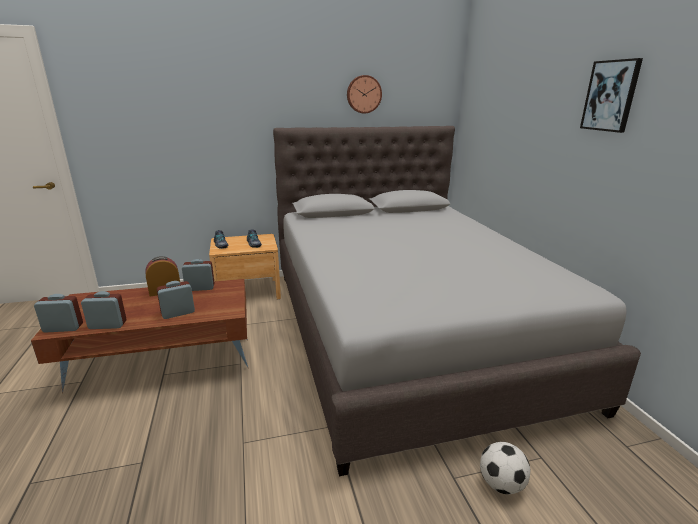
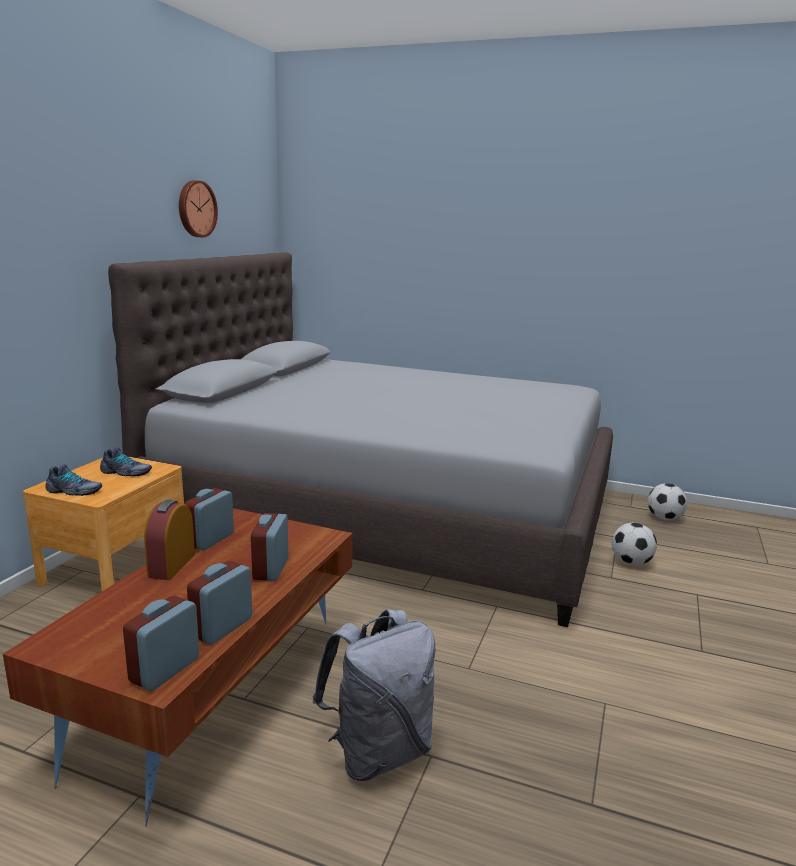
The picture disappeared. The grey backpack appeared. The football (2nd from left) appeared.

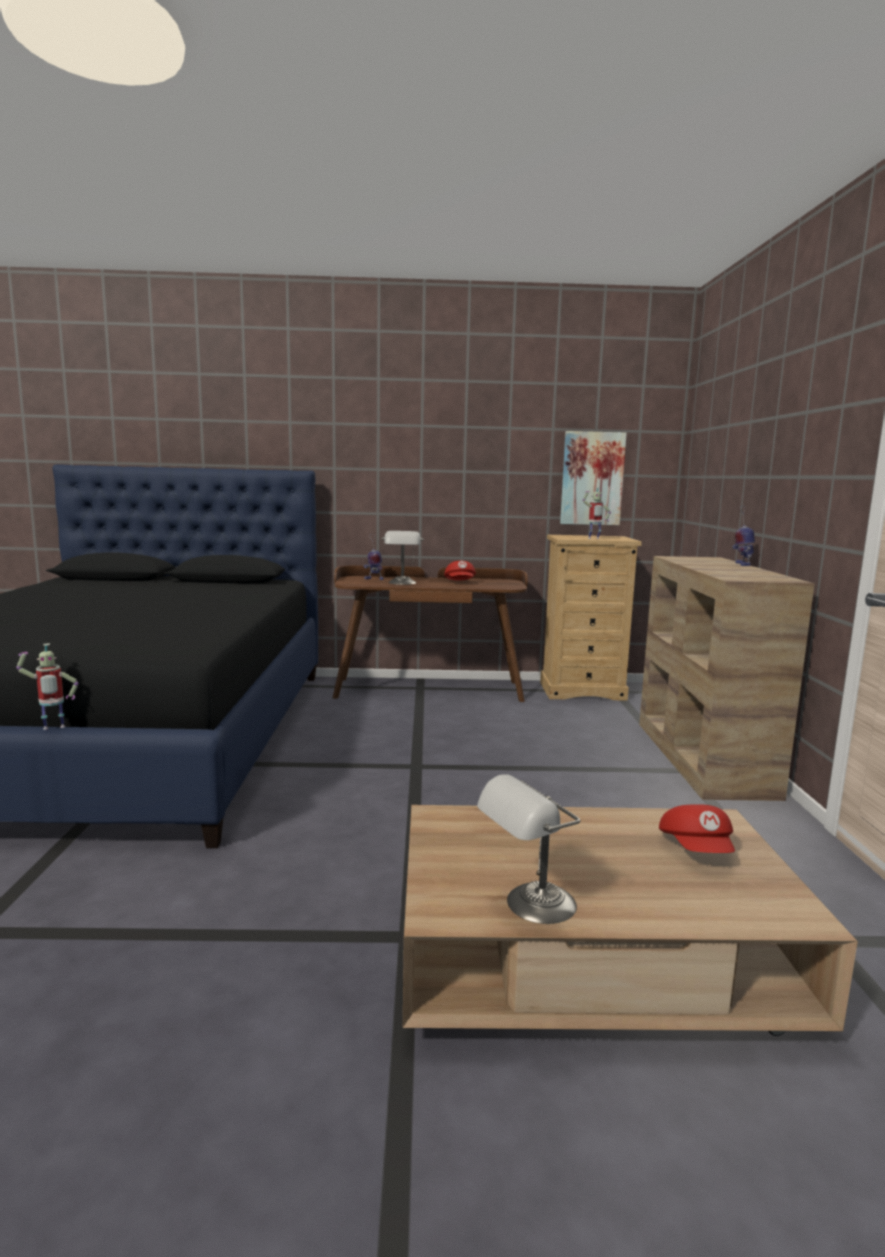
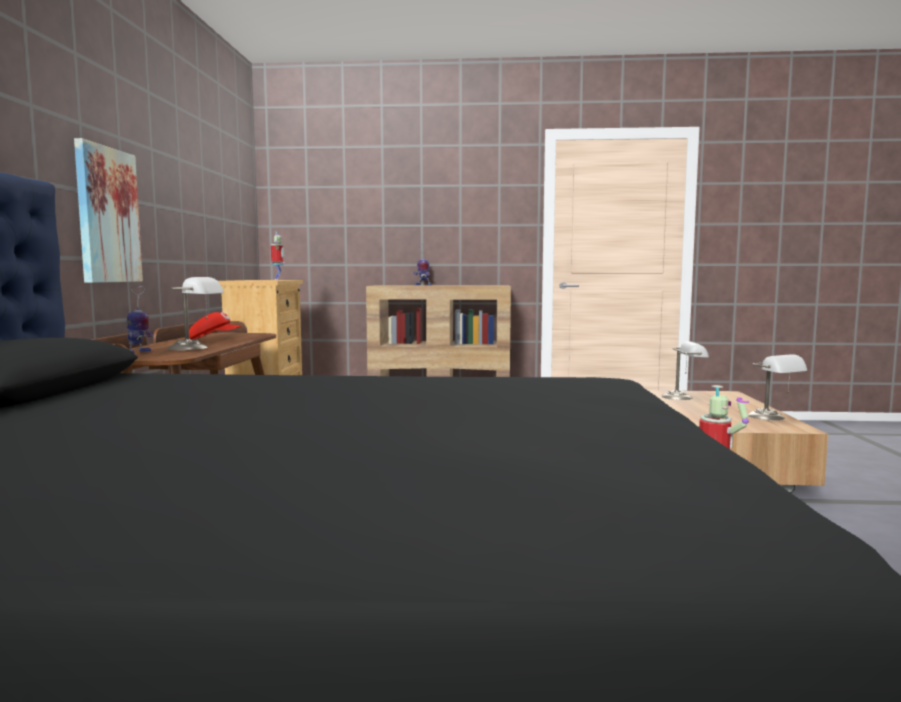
The picture moved. The red cap (2nd from left) was replaced by the white table lamp (2nd from left).

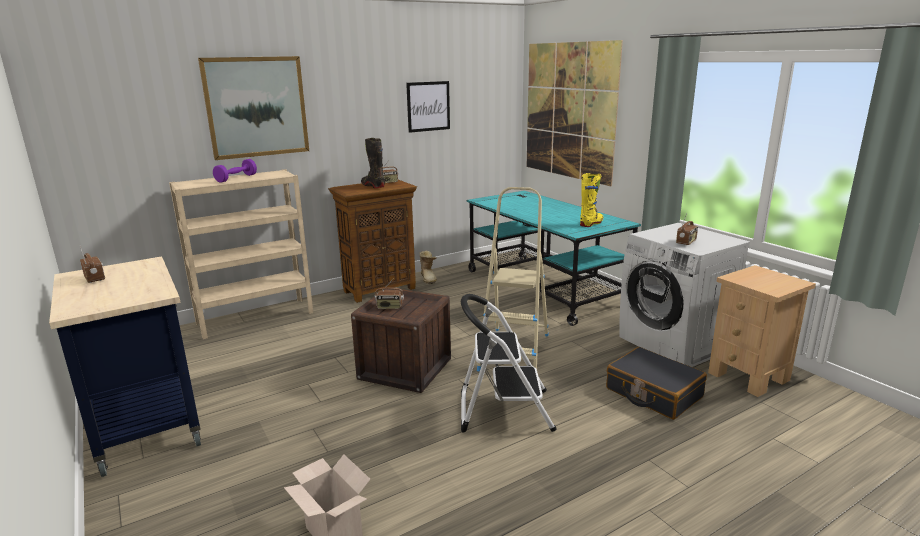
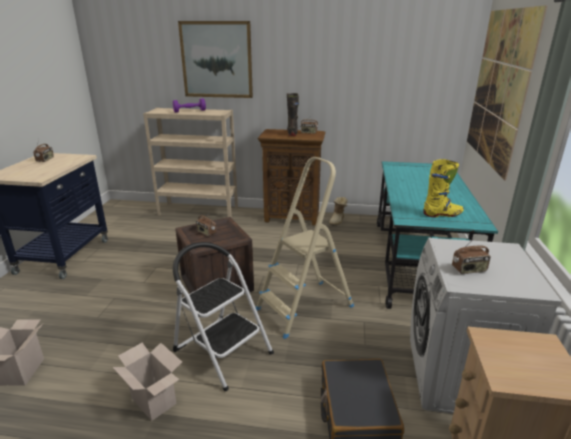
The picture (2nd from left) disappeared. The cardboard box (2nd from left) appeared.

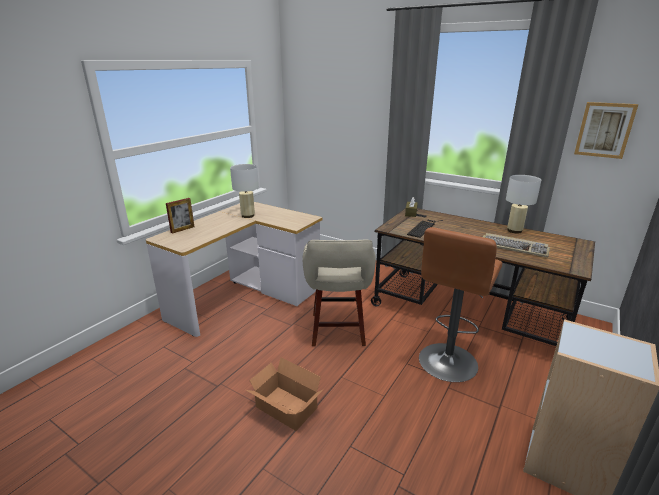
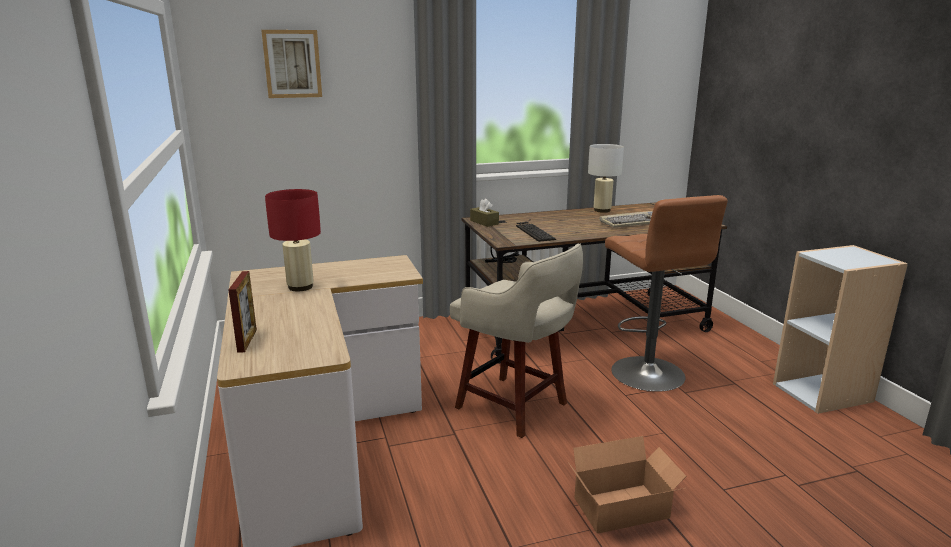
The white table lamp (1st from left) became the red table lamp. The picture moved.

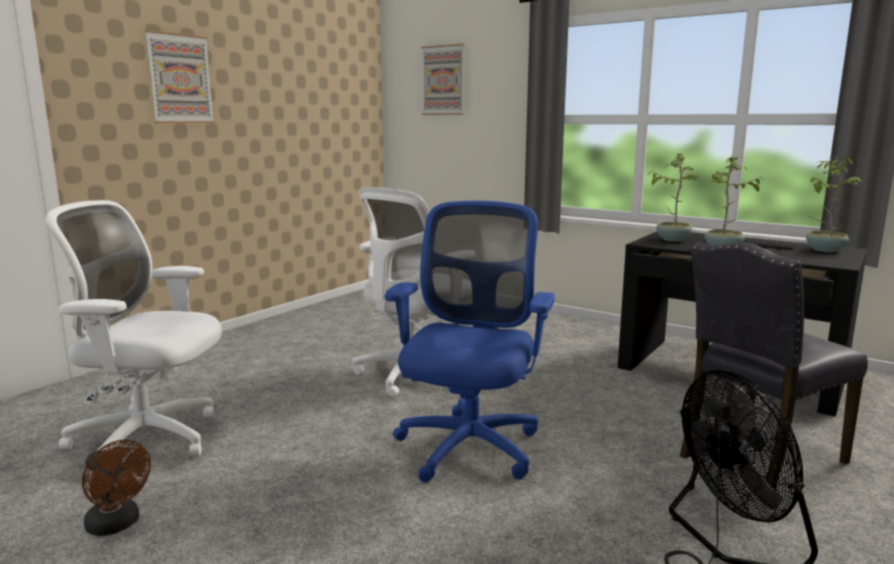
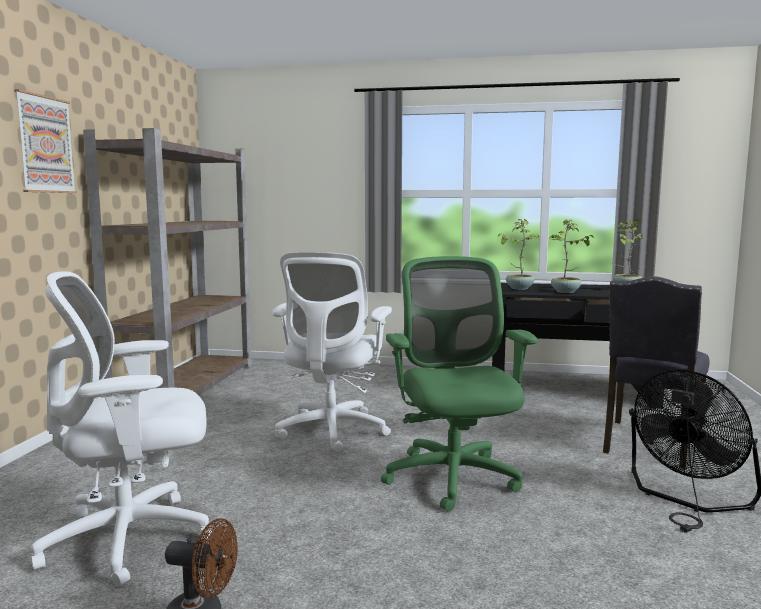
The blue office chair became the green office chair. The picture (2nd from left) disappeared. The brown bookcase appeared.

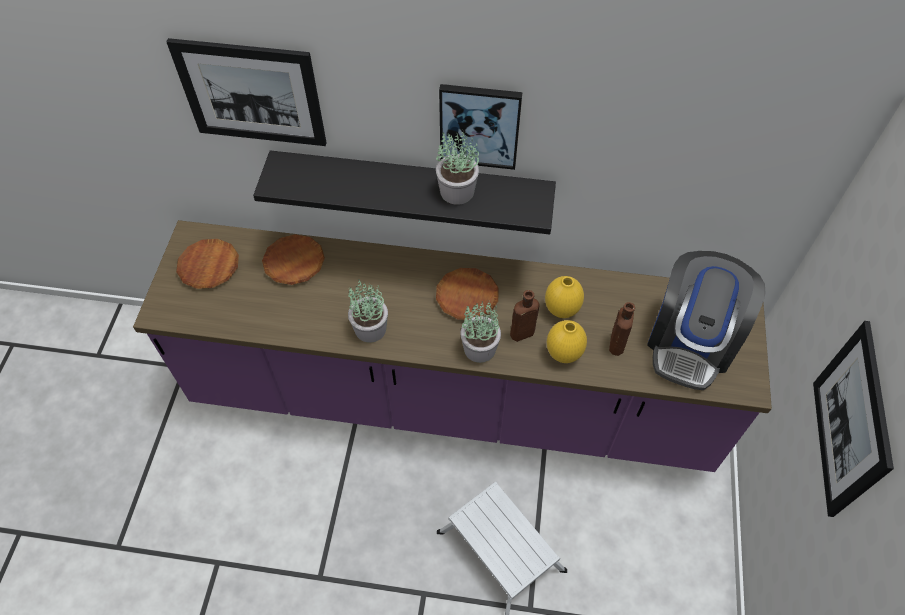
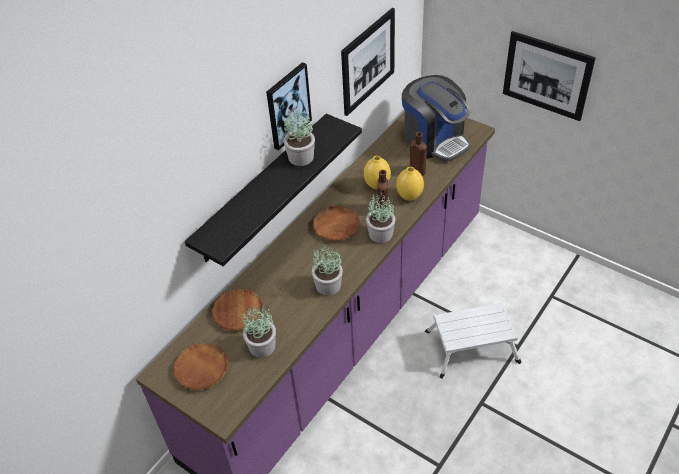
The picture (1st from left in the first image) moved. The potted plant (1st from left) appeared.

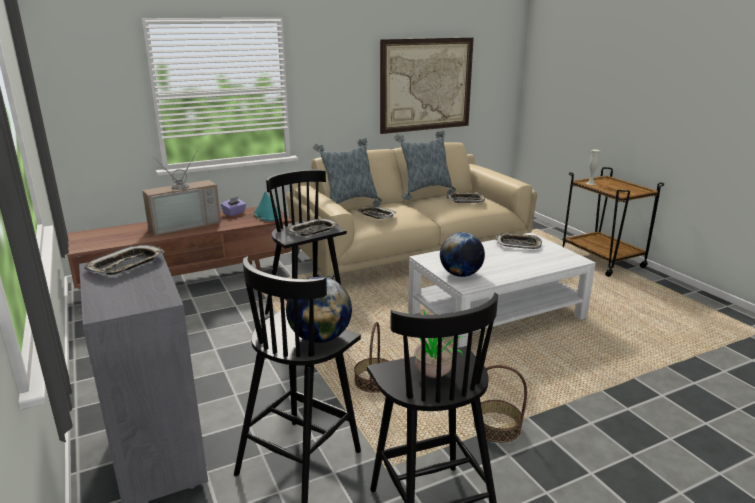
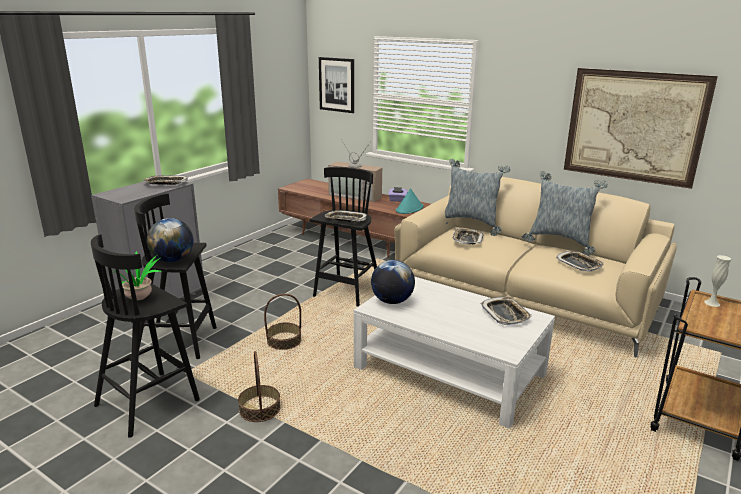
The picture (1st from left) appeared.

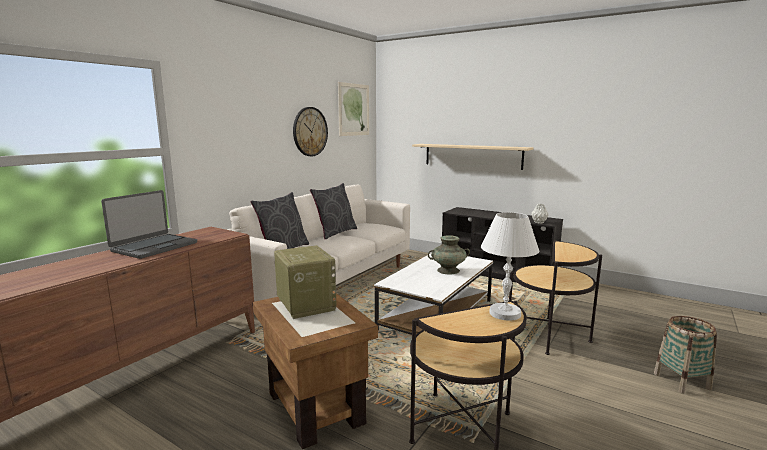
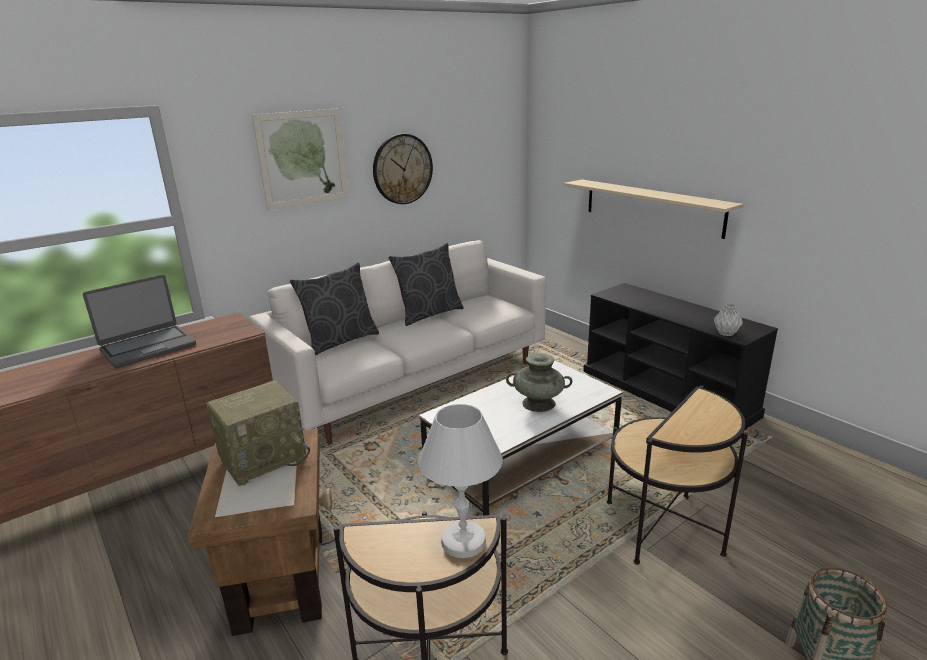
The radio turned 60 degrees clockwise. The picture moved.

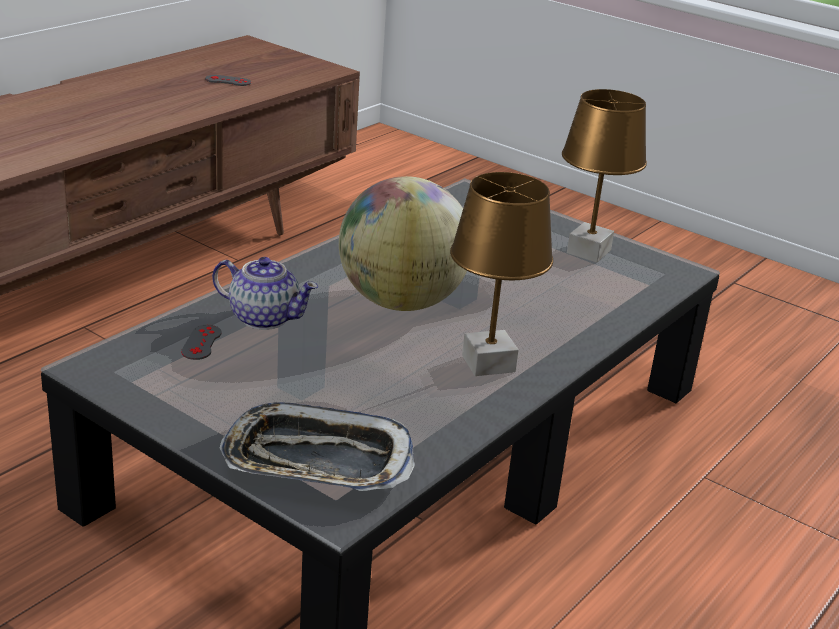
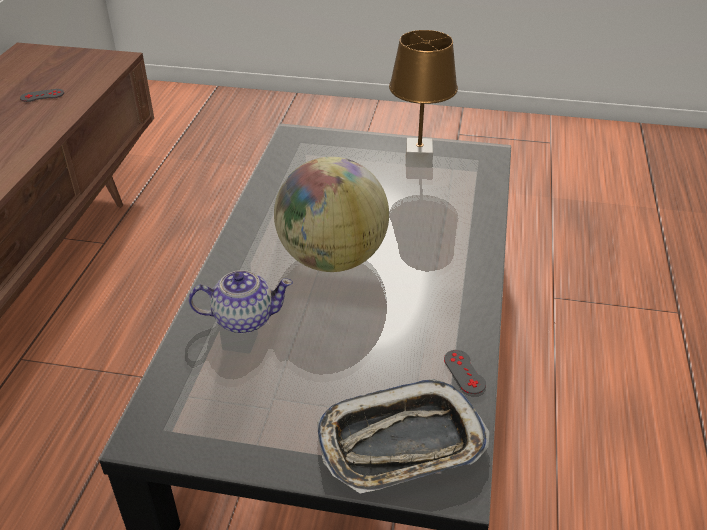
The grey game controller (1st from left in the first image) moved. The brown table lamp (1st from left) disappeared.

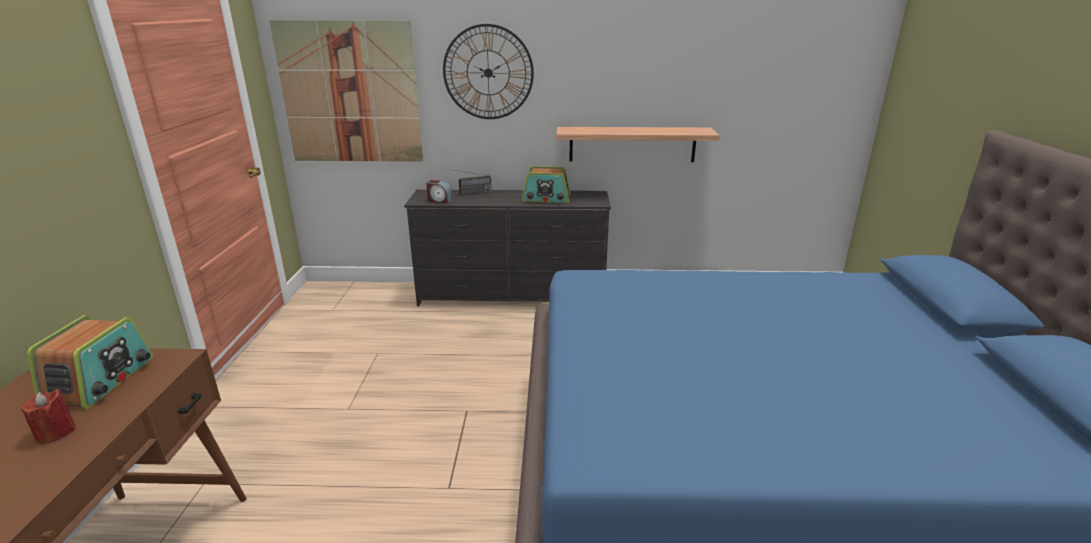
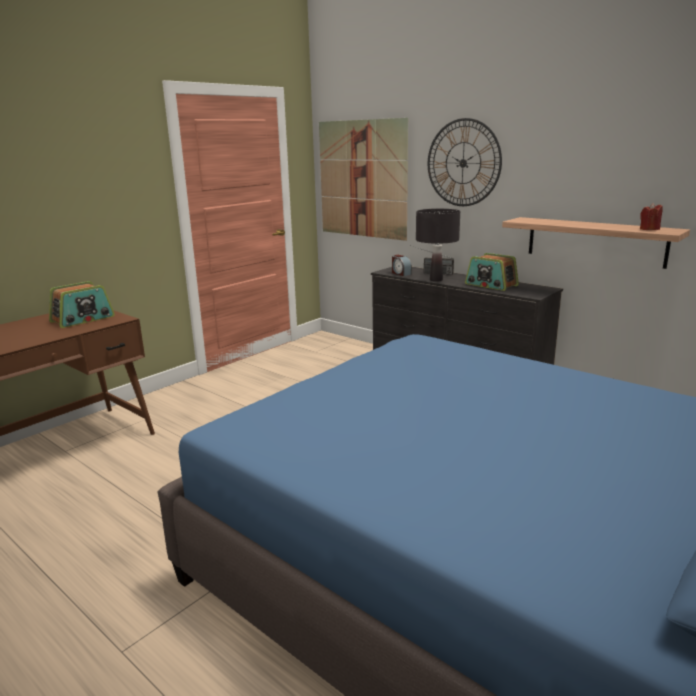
The red candle moved. The black table lamp appeared.

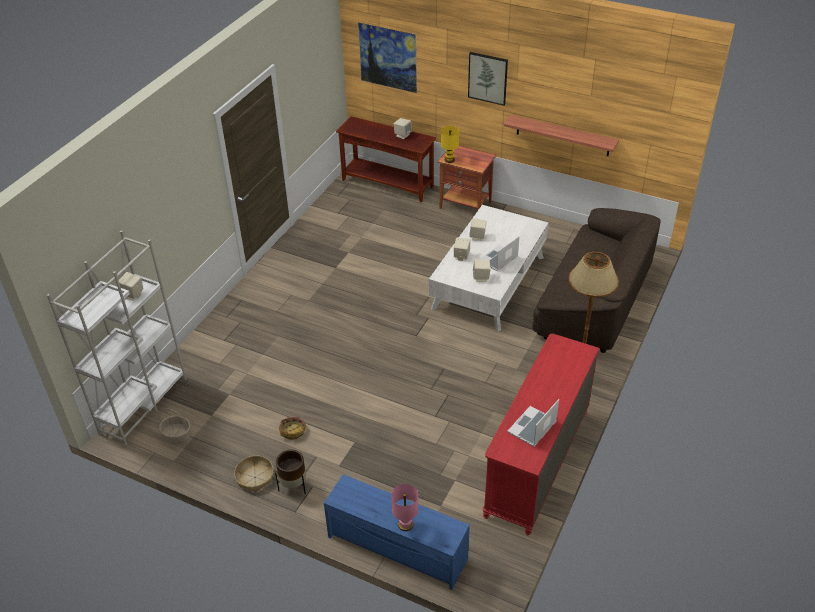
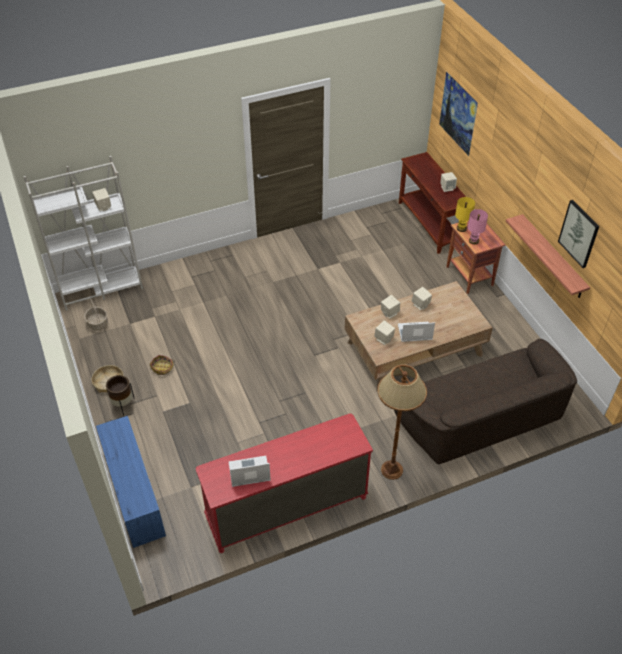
The pink table lamp moved. The white coffee table became the brown coffee table. The picture (2nd from left) moved.

